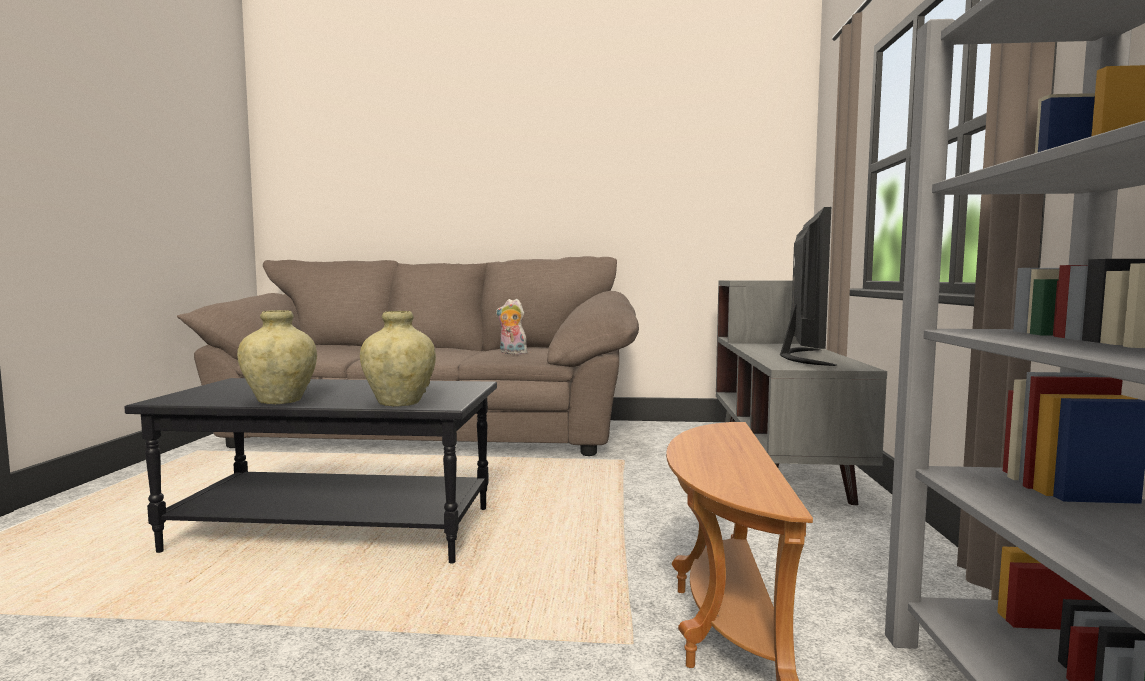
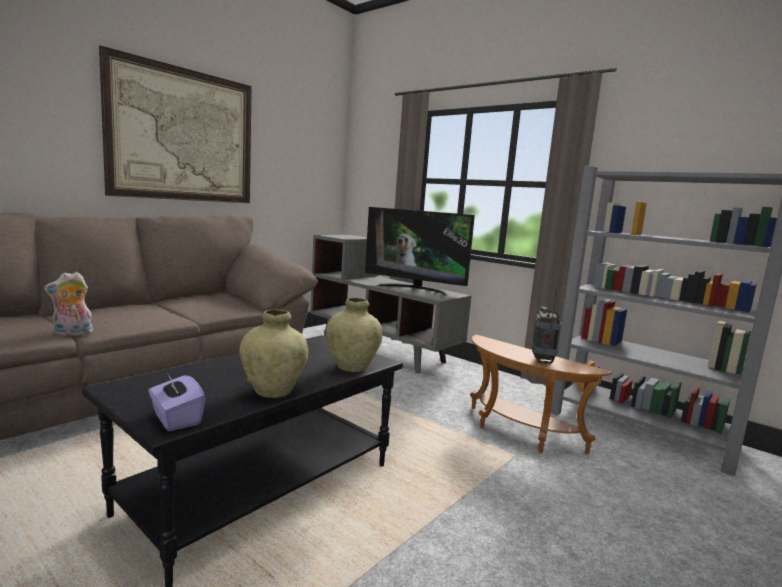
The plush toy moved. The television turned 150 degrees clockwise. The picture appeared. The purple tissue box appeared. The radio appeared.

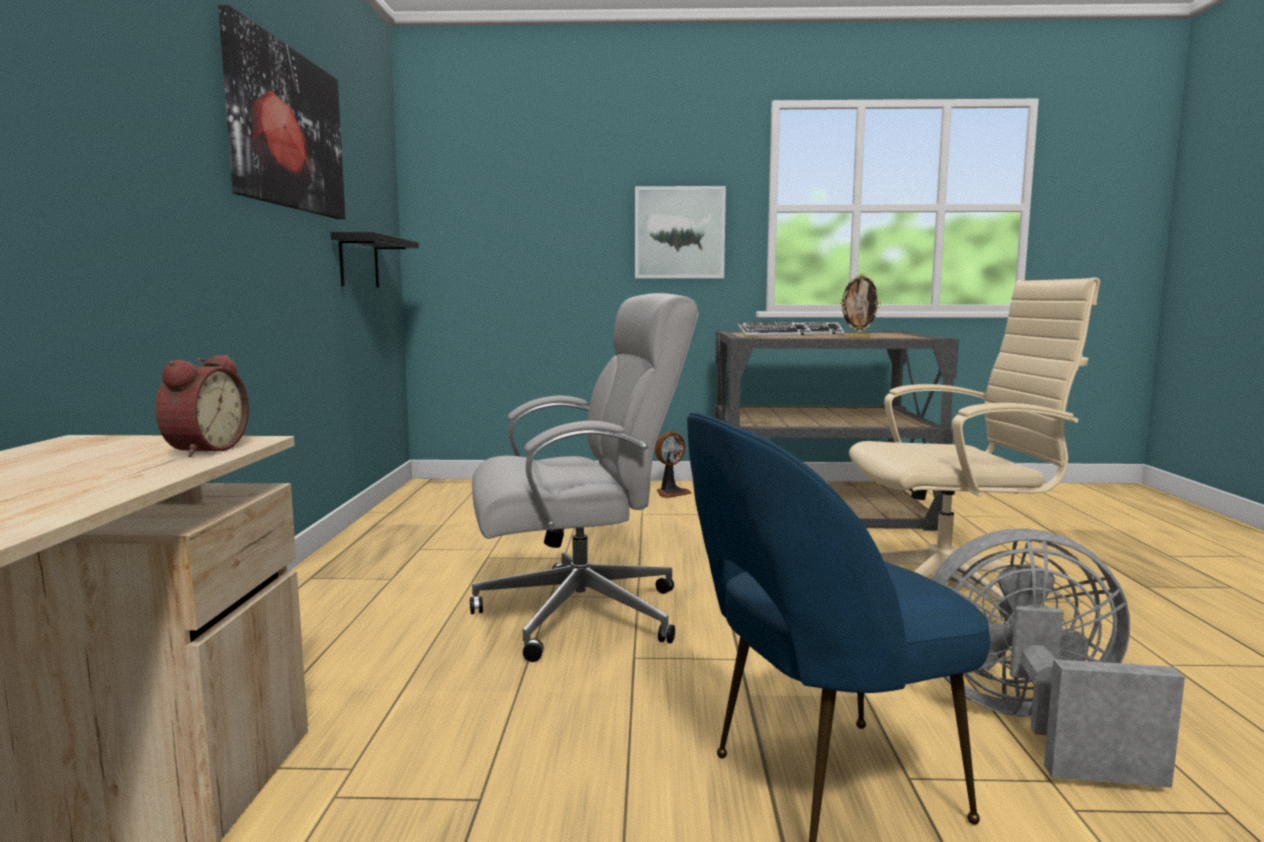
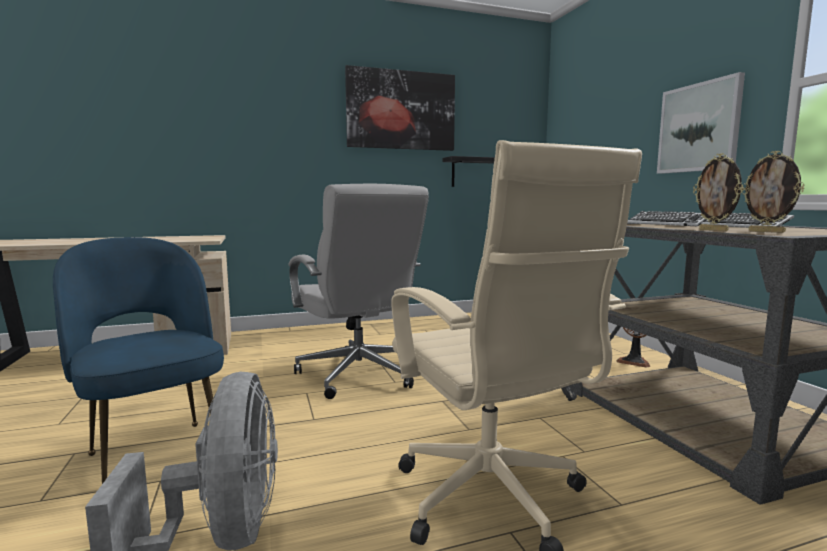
The alarm clock disappeared. The picture frame (2nd from left) appeared.

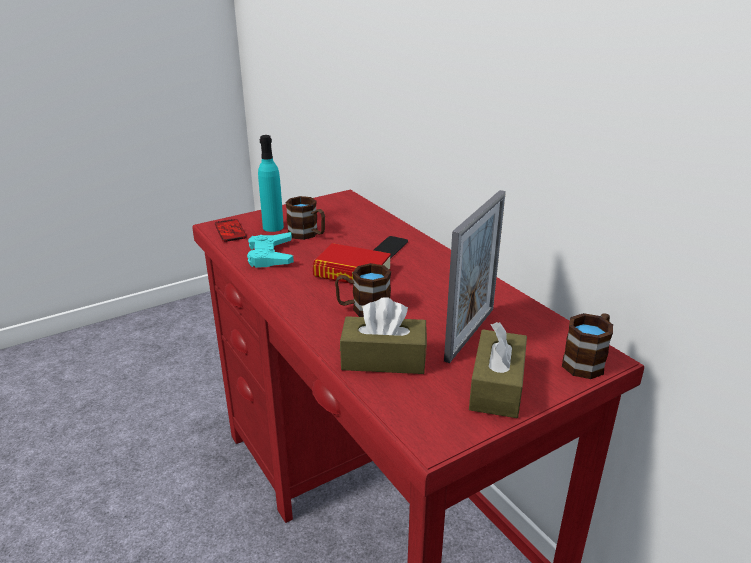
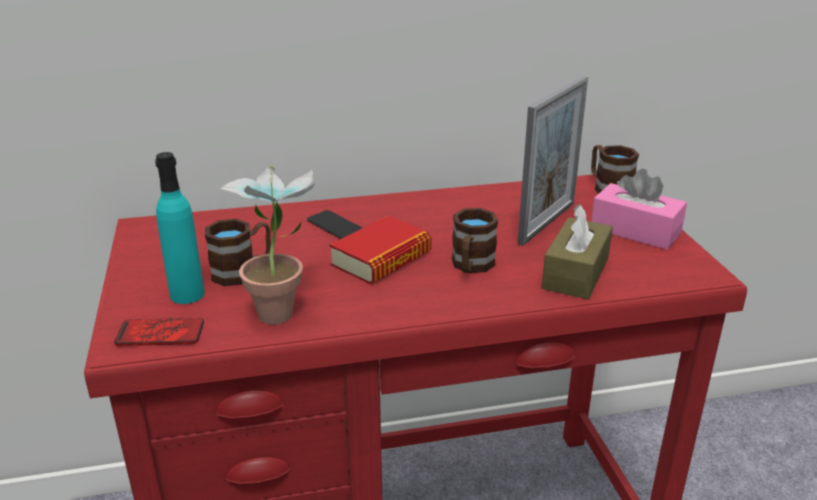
The turquoise game controller was replaced by the potted plant. The picture frame turned 75 degrees clockwise. The brown tissue box (2nd from left) became the pink tissue box.

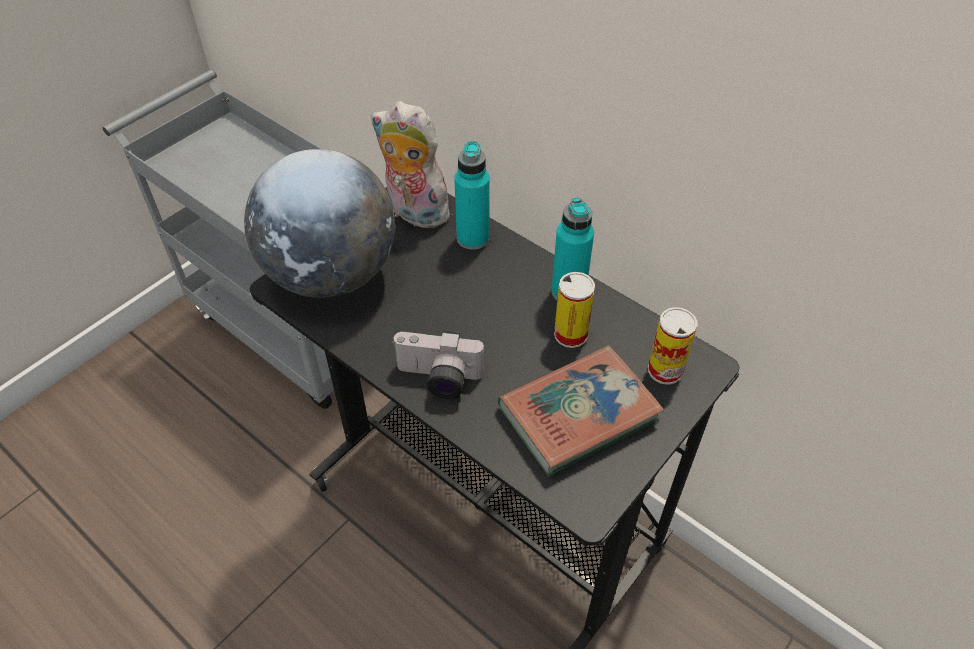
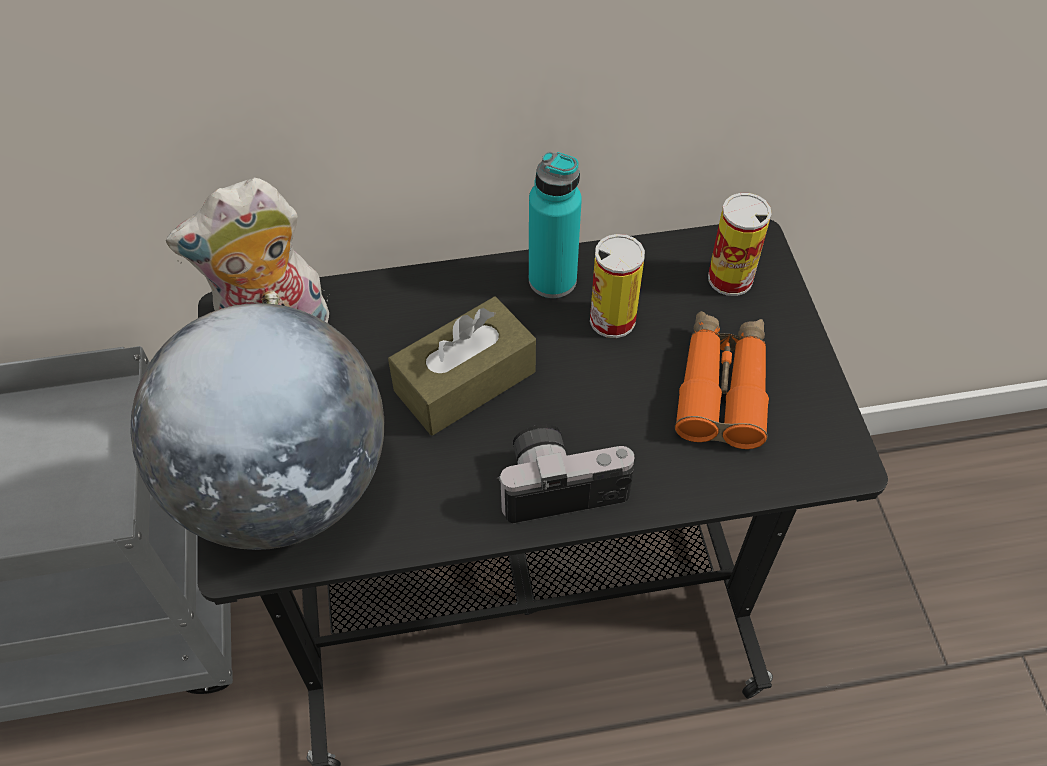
The photo camera turned 150 degrees counterclockwise. The turquoise bottle (1st from left) disappeared. The book was replaced by the orange binoculars. The brown tissue box appeared.

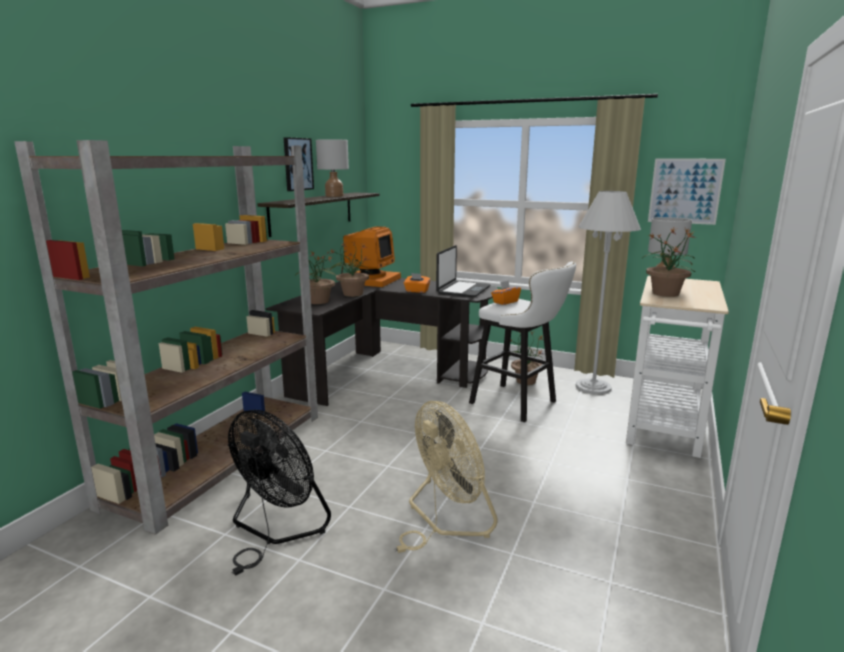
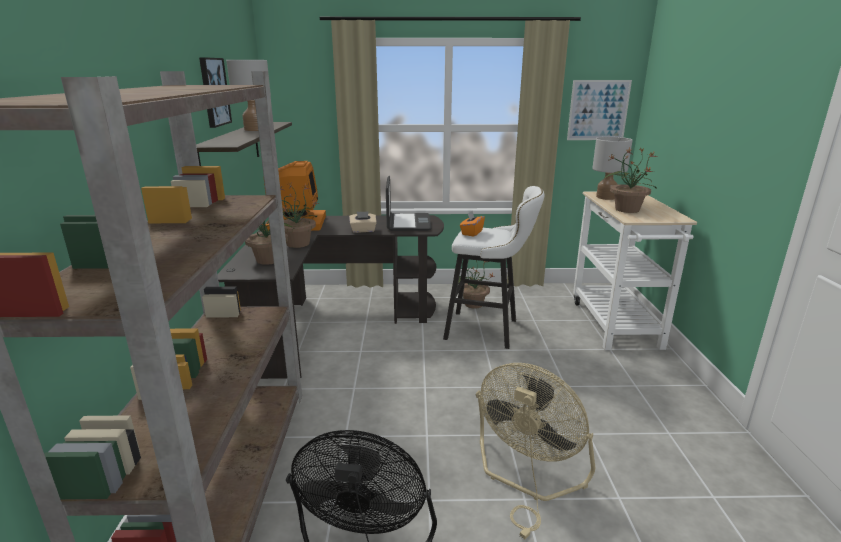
The orange tissue box (1st from left) became the beige tissue box. The white floor lamp disappeared.

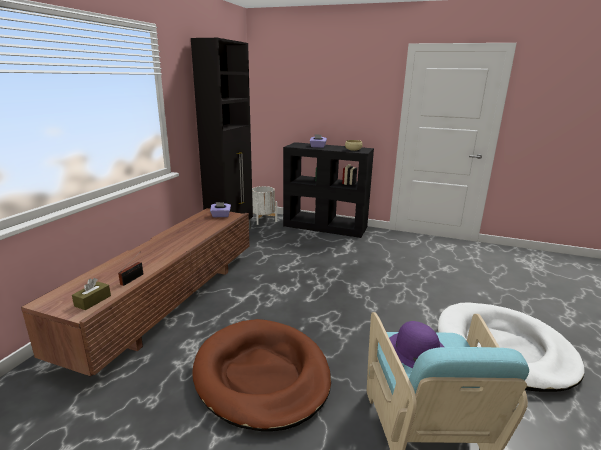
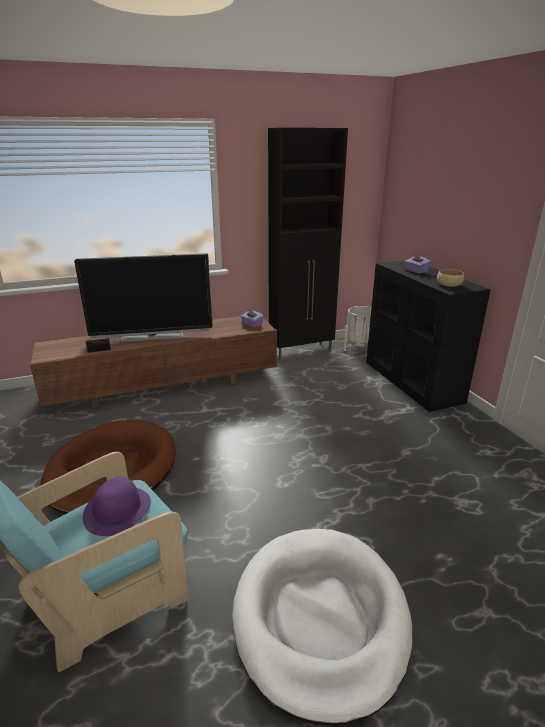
The brown tissue box disappeared. The television appeared.

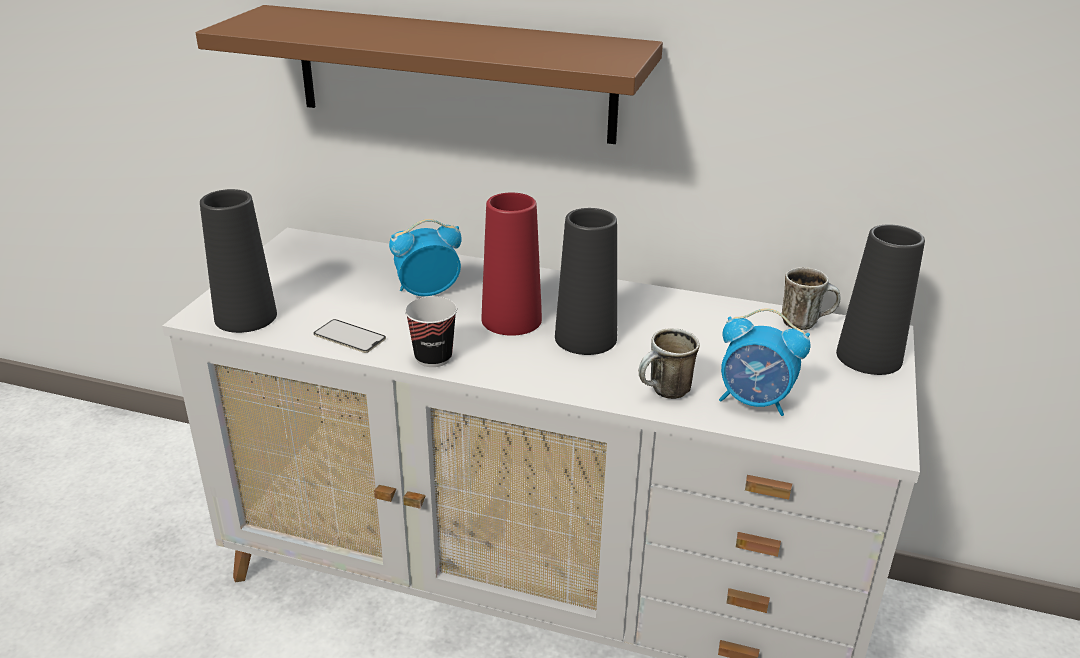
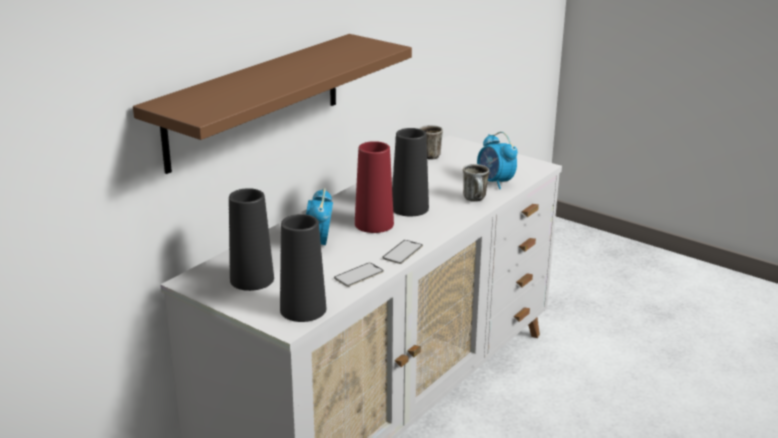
The cup was replaced by the phone (2nd from left). The alarm clock (2nd from left) turned 105 degrees clockwise. The black vase (3rd from left in the first image) moved.

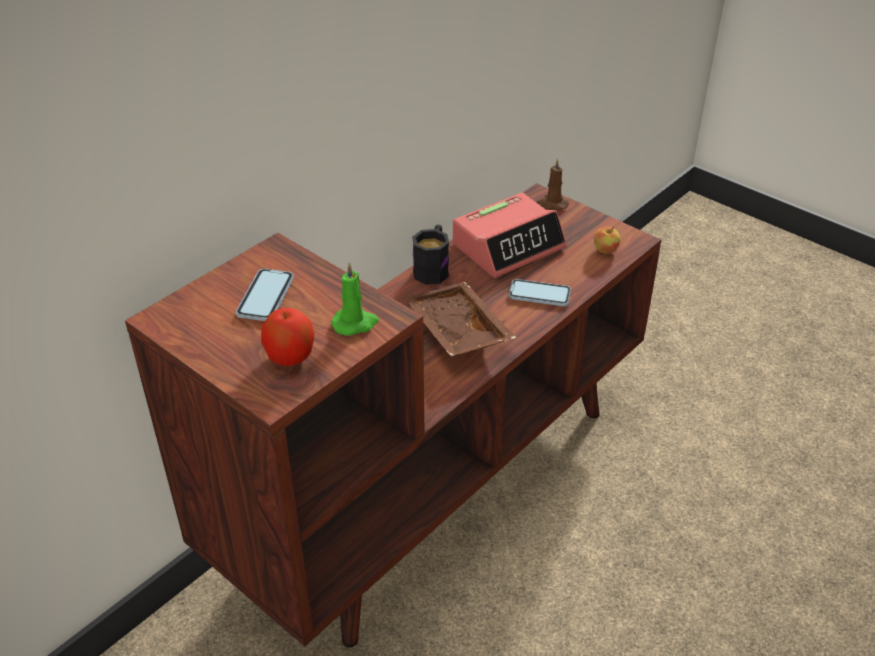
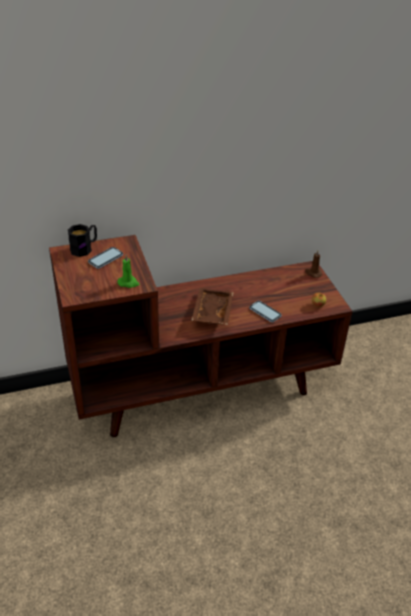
The apple (1st from left) disappeared. The black mug moved. The alarm clock disappeared.

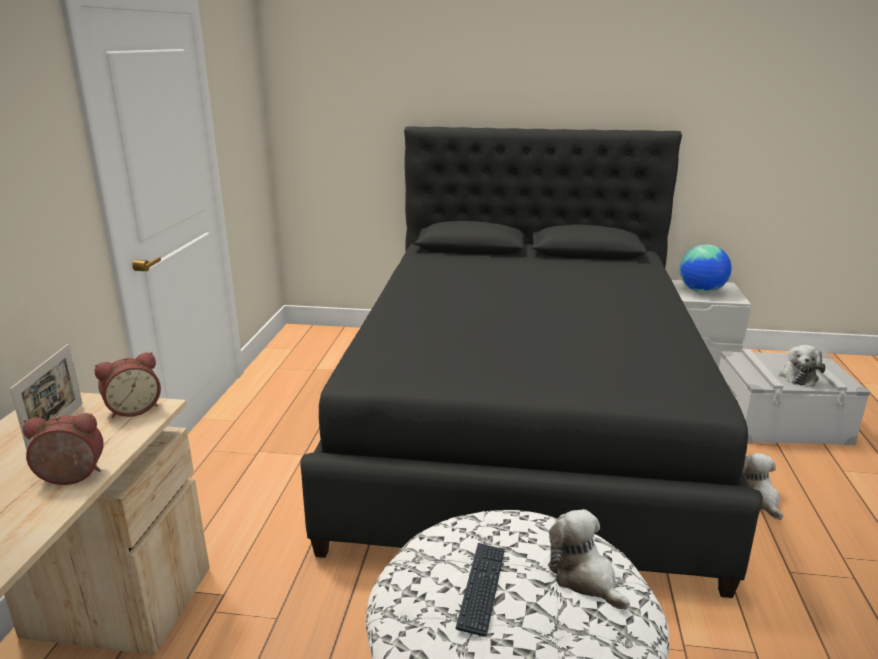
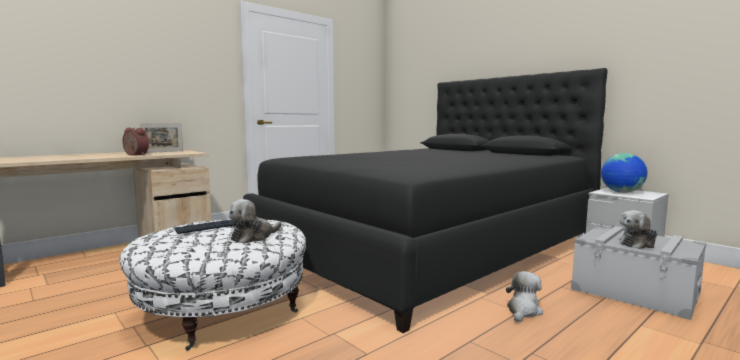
The alarm clock (2nd from left) disappeared. The plush toy (1st from left) turned 150 degrees counterclockwise.

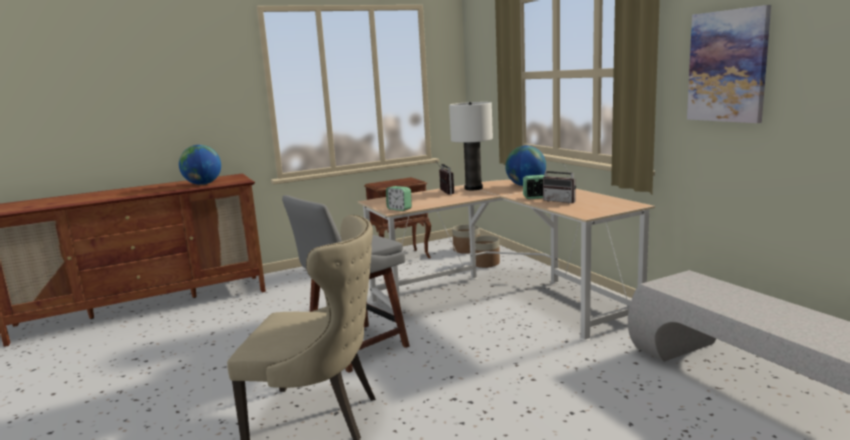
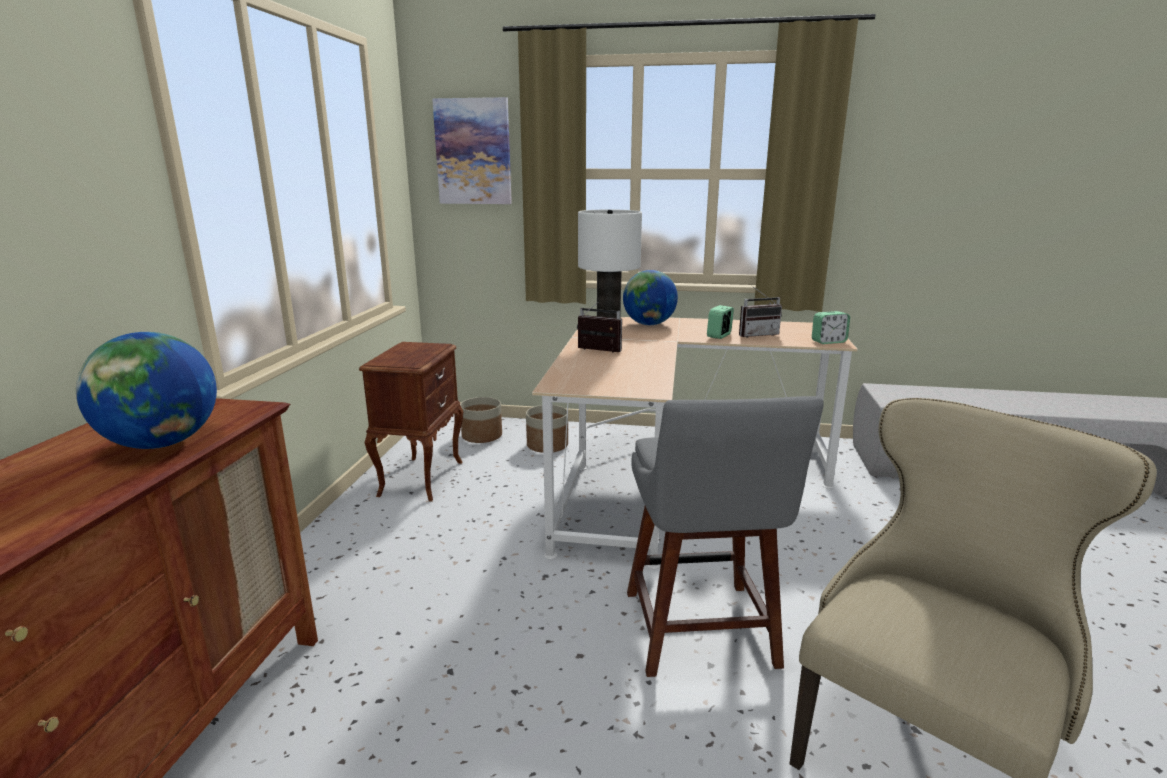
The alarm clock (1st from left in the first image) moved. The picture moved.

